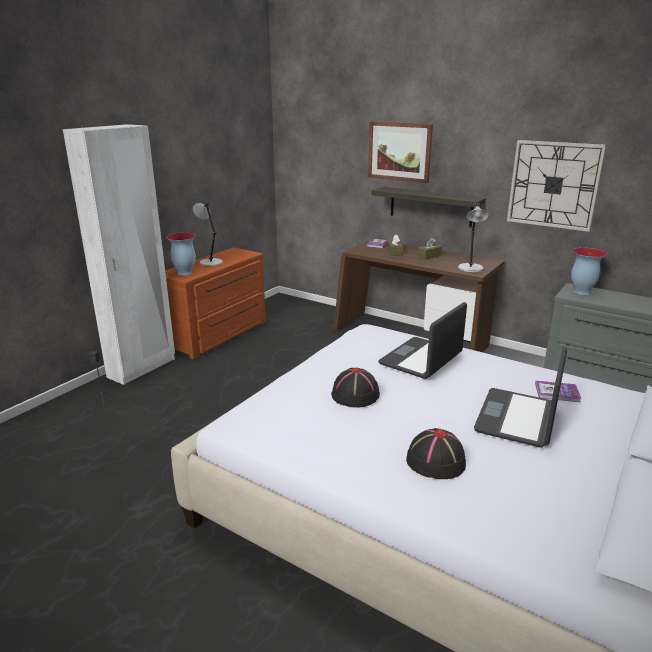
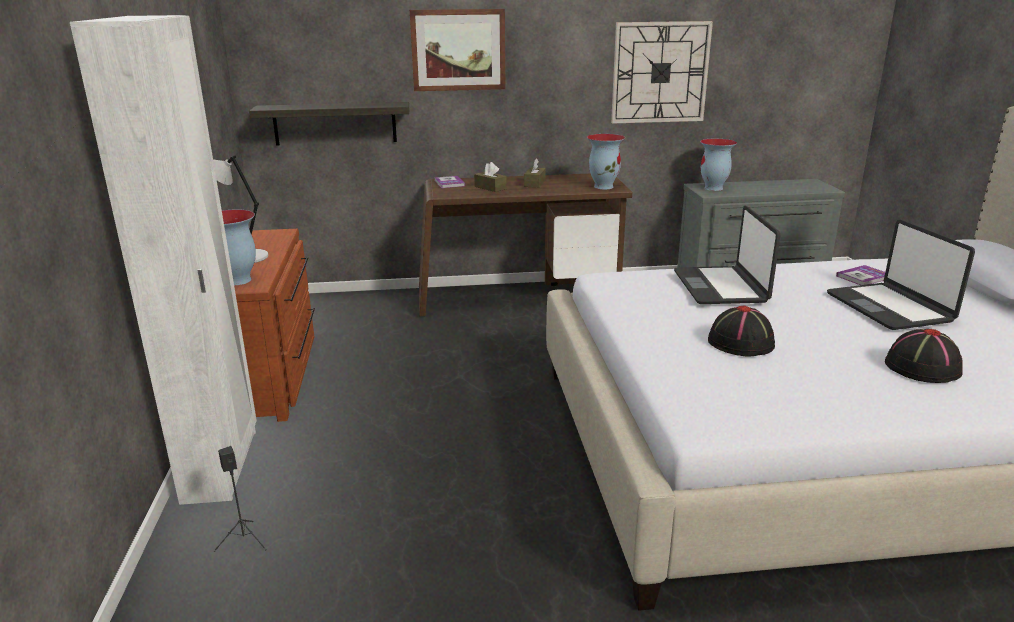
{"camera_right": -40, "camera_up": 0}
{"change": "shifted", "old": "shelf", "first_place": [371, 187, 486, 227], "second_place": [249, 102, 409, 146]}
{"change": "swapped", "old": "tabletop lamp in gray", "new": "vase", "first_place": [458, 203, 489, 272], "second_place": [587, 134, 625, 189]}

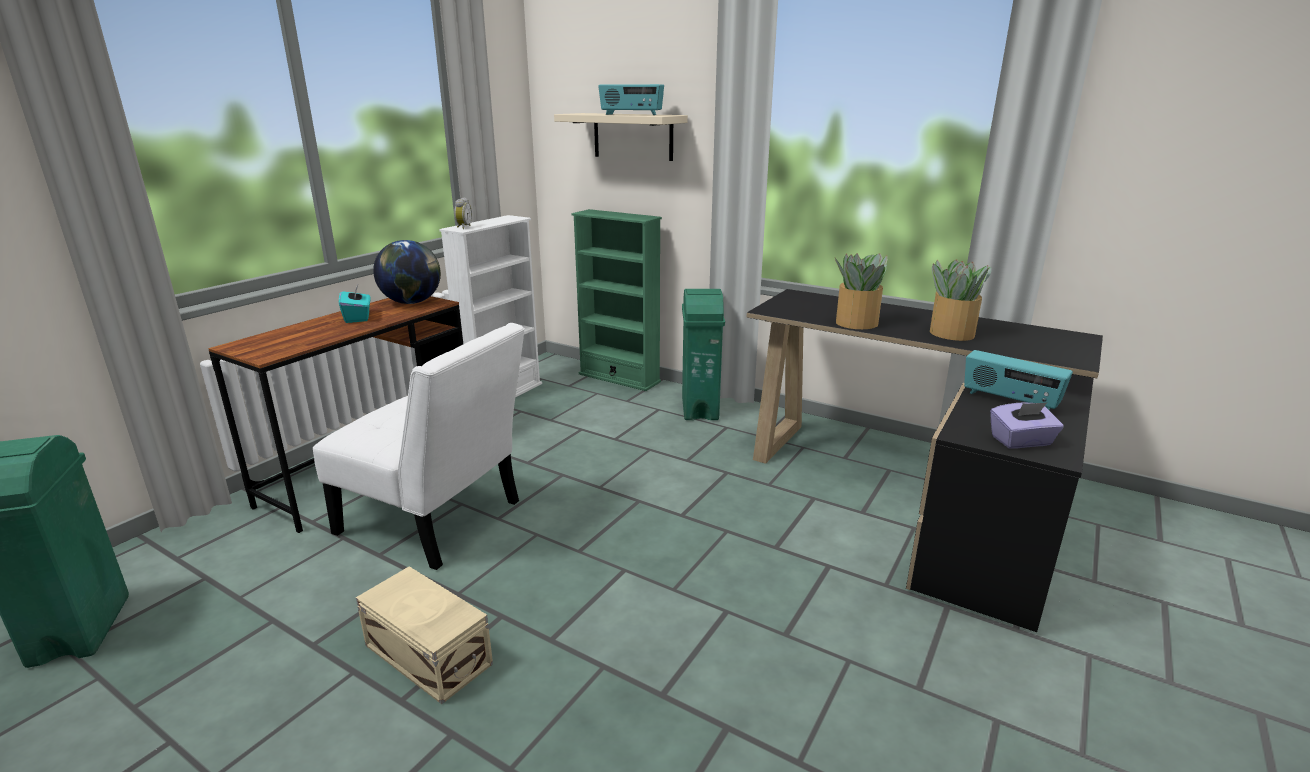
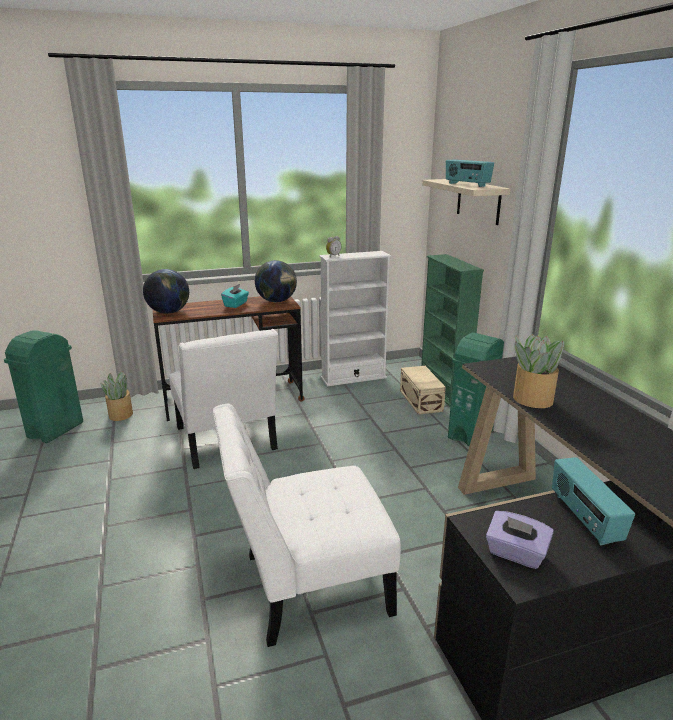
{"camera_right": 40, "camera_up": 0}
{"change": "shifted", "old": "potted plant", "first_place": [930, 259, 992, 341], "second_place": [100, 371, 133, 421]}
{"change": "new", "new": "desk globe", "second_place": [143, 269, 189, 314]}
{"change": "new", "new": "plain chair in whitish", "second_place": [213, 404, 401, 647]}
{"change": "shifted", "old": "storage container in sand-coloured", "first_place": [356, 566, 493, 704], "second_place": [400, 366, 446, 415]}

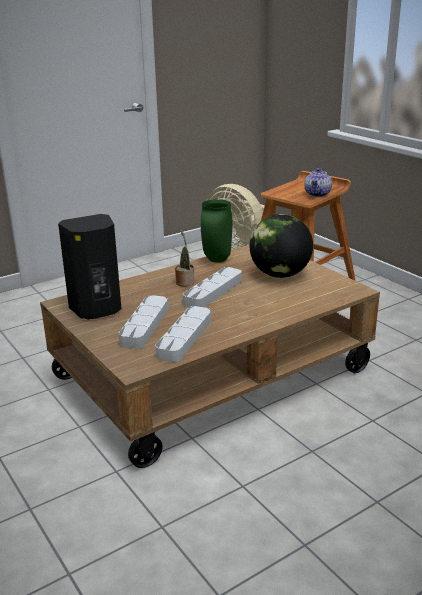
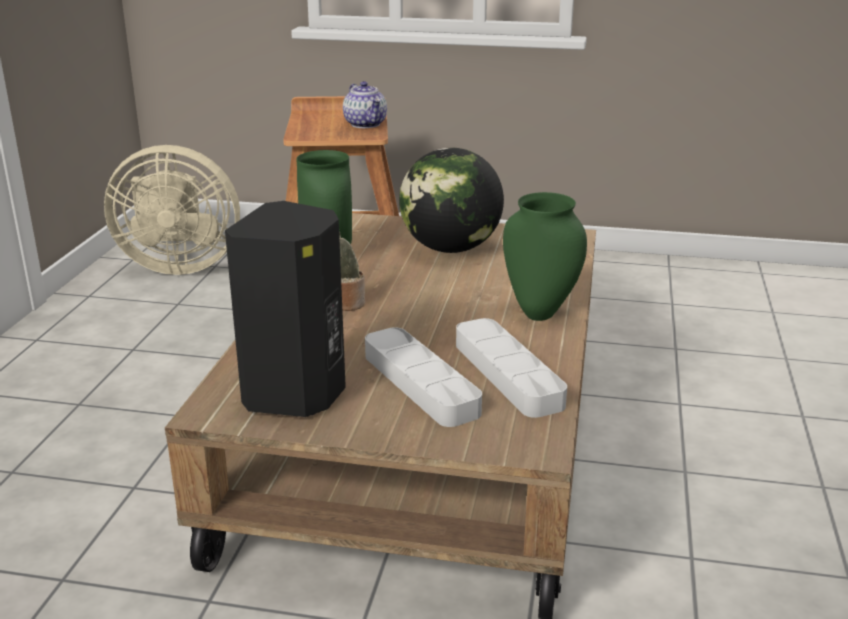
{"camera_right": -45, "camera_up": 0}
{"change": "new", "new": "vase in greenish", "second_place": [503, 192, 587, 321]}
{"change": "gone", "old": "carrying tray in gray", "first_place": [183, 267, 242, 307]}

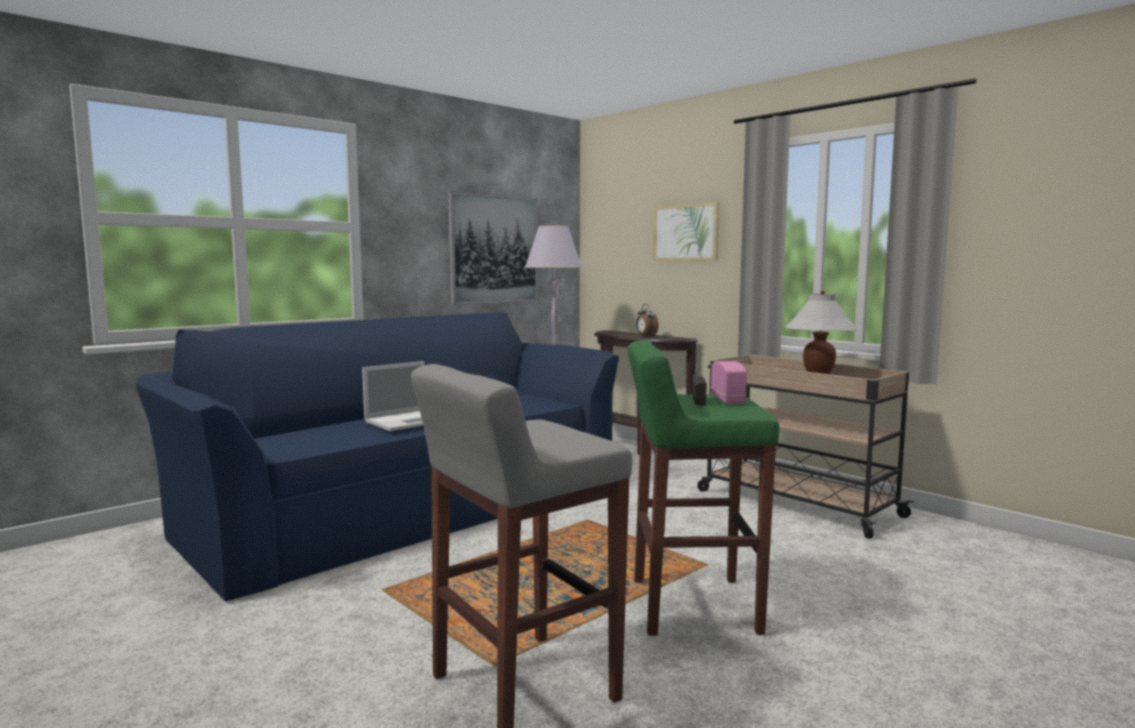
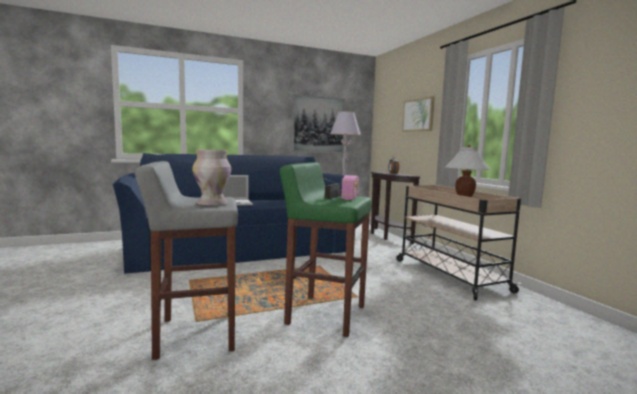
{"camera_right": 20, "camera_up": 0}
{"change": "new", "new": "vase", "second_place": [192, 149, 231, 206]}

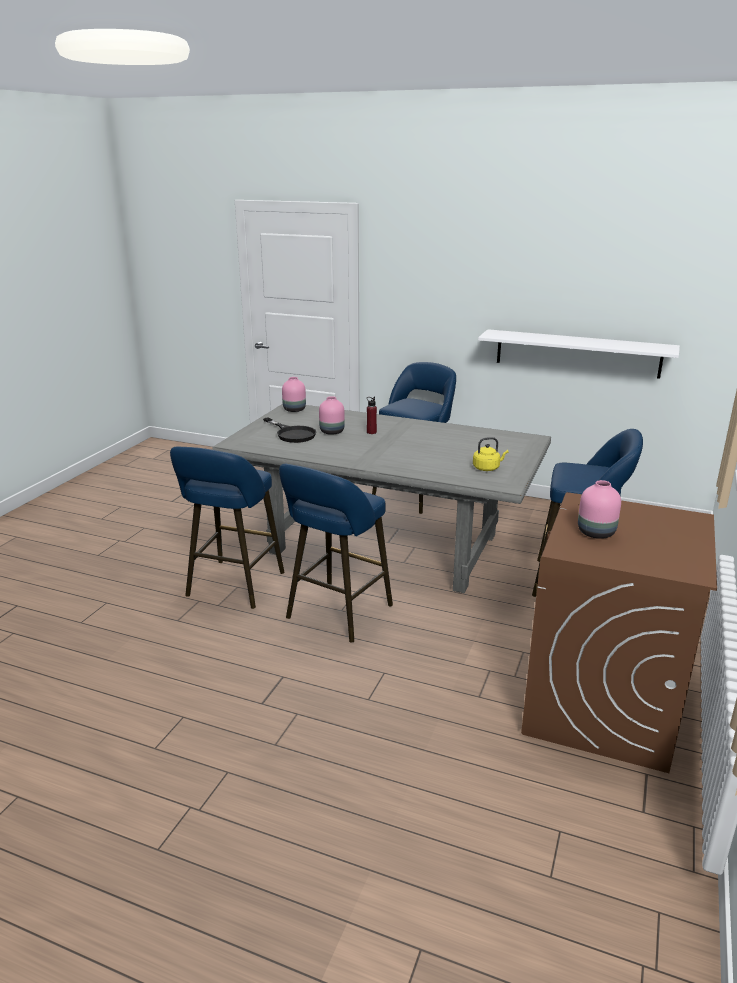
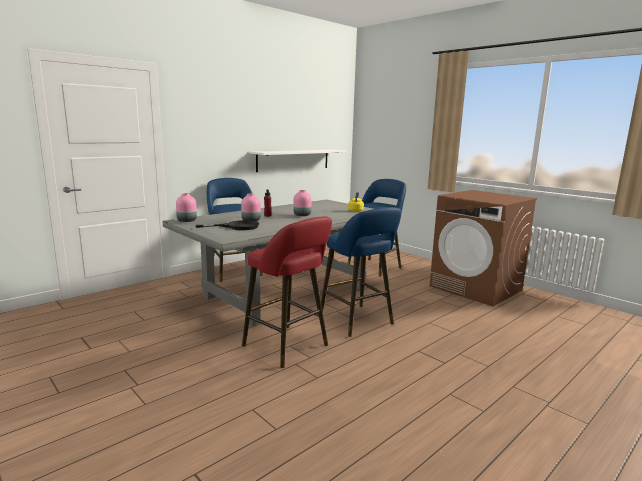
{"camera_right": -65, "camera_up": -10}
{"change": "repainted", "old": "stool seat in bluish", "new": "stool seat in red", "first_place": [170, 446, 285, 609], "second_place": [242, 216, 332, 368]}
{"change": "shifted", "old": "vase in pinkish", "first_place": [578, 480, 621, 539], "second_place": [293, 190, 312, 216]}

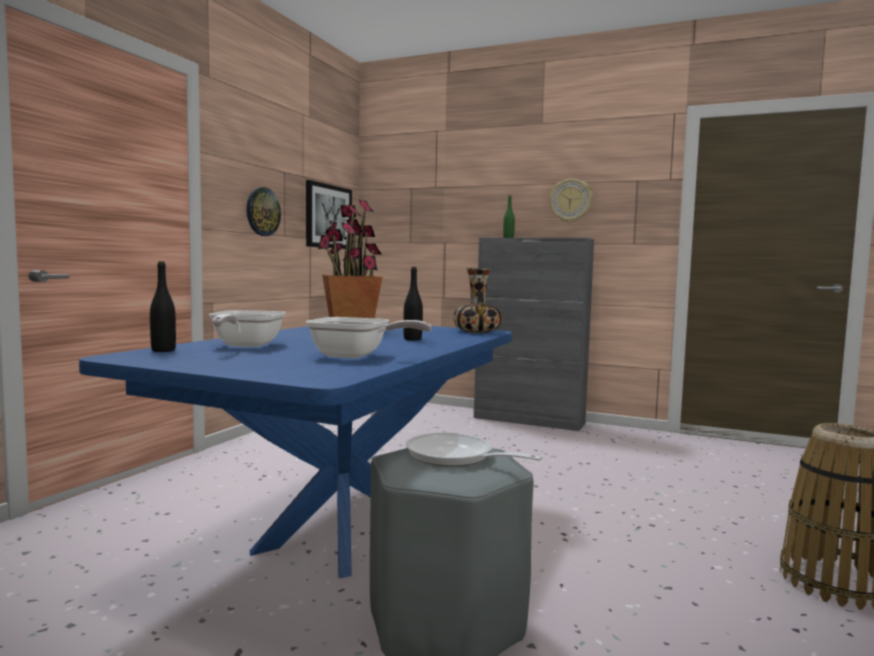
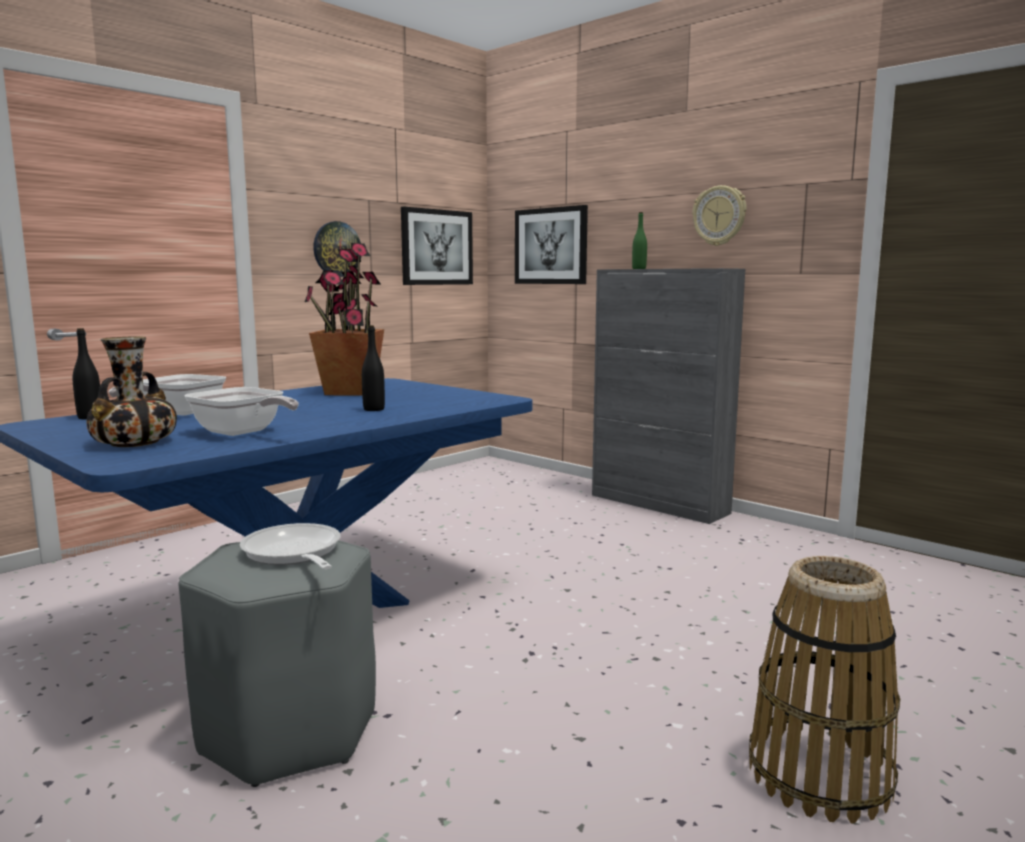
{"camera_right": 20, "camera_up": 5}
{"change": "shifted", "old": "vase", "first_place": [454, 268, 502, 333], "second_place": [87, 336, 177, 447]}
{"change": "new", "new": "picture", "second_place": [515, 205, 588, 284]}

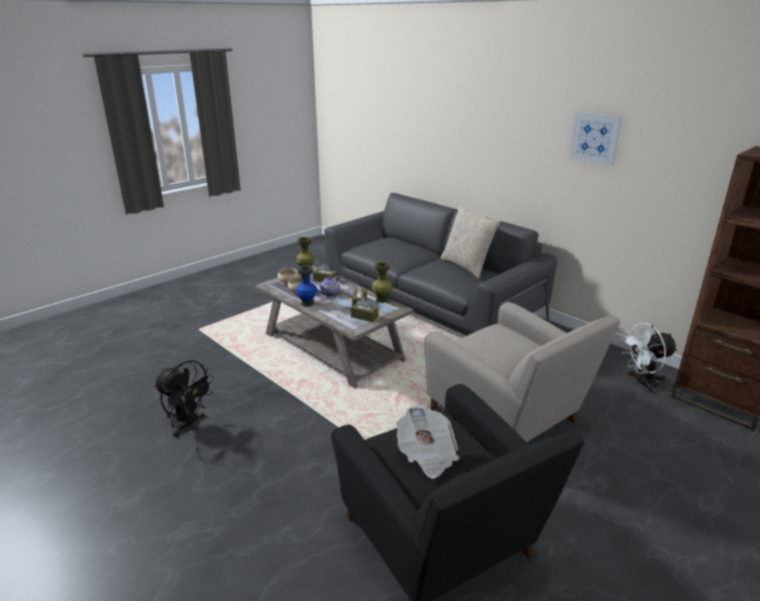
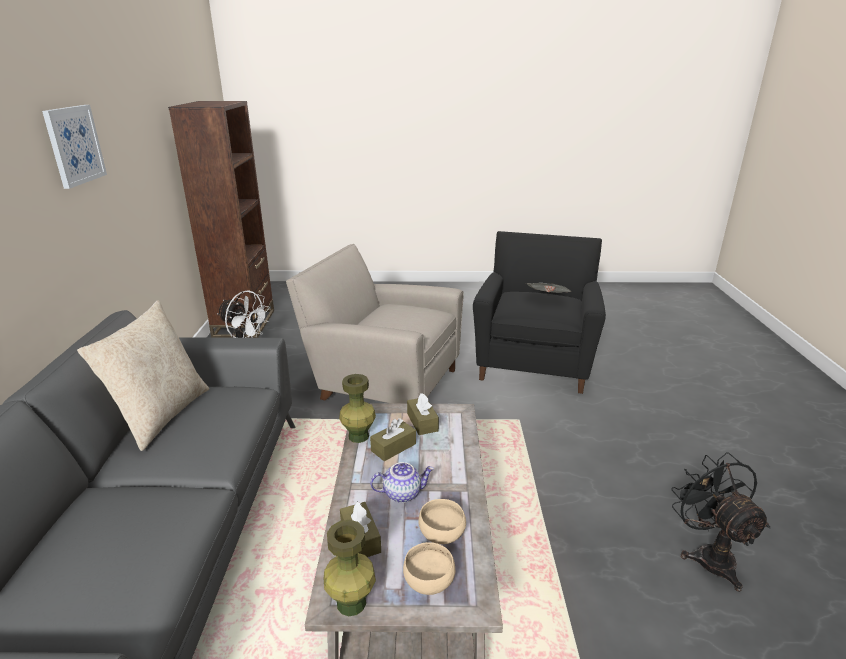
{"camera_right": -135, "camera_up": 0}
{"change": "rotated", "old": "easy chair in sand-coloured", "first_place": [424, 302, 620, 442], "second_place": [286, 244, 464, 404], "degrees": -75}
{"change": "gone", "old": "vase in bluish", "first_place": [296, 265, 317, 307]}

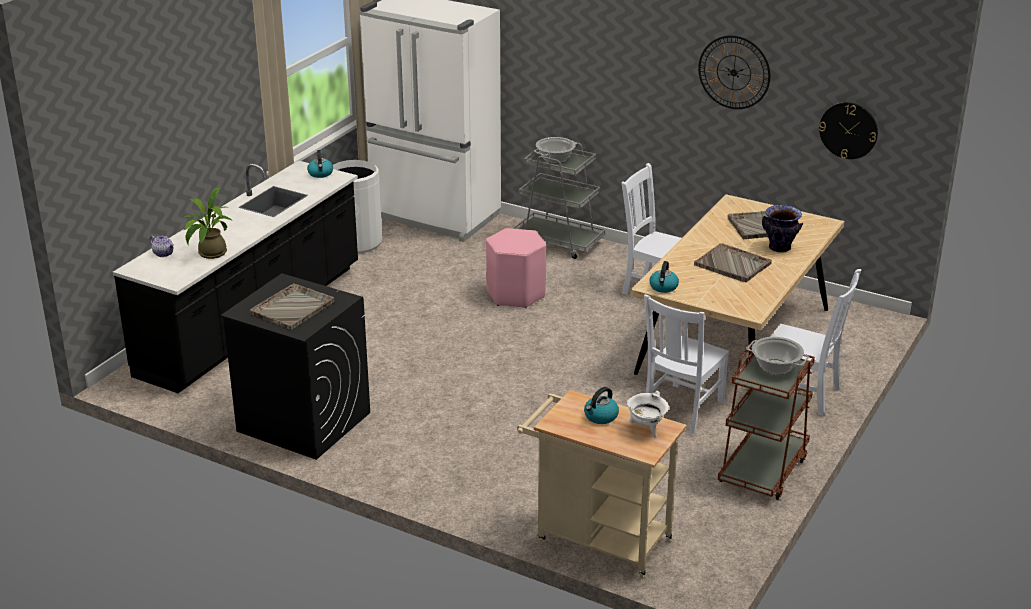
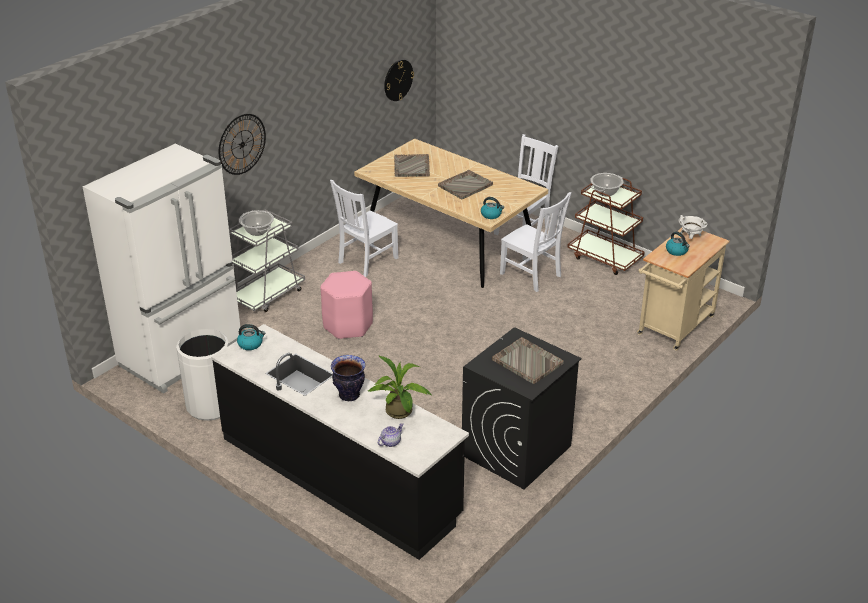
{"camera_right": -80, "camera_up": 5}
{"change": "shifted", "old": "wall clock", "first_place": [698, 35, 770, 109], "second_place": [219, 114, 266, 175]}
{"change": "shifted", "old": "vase", "first_place": [762, 205, 803, 253], "second_place": [331, 355, 365, 401]}

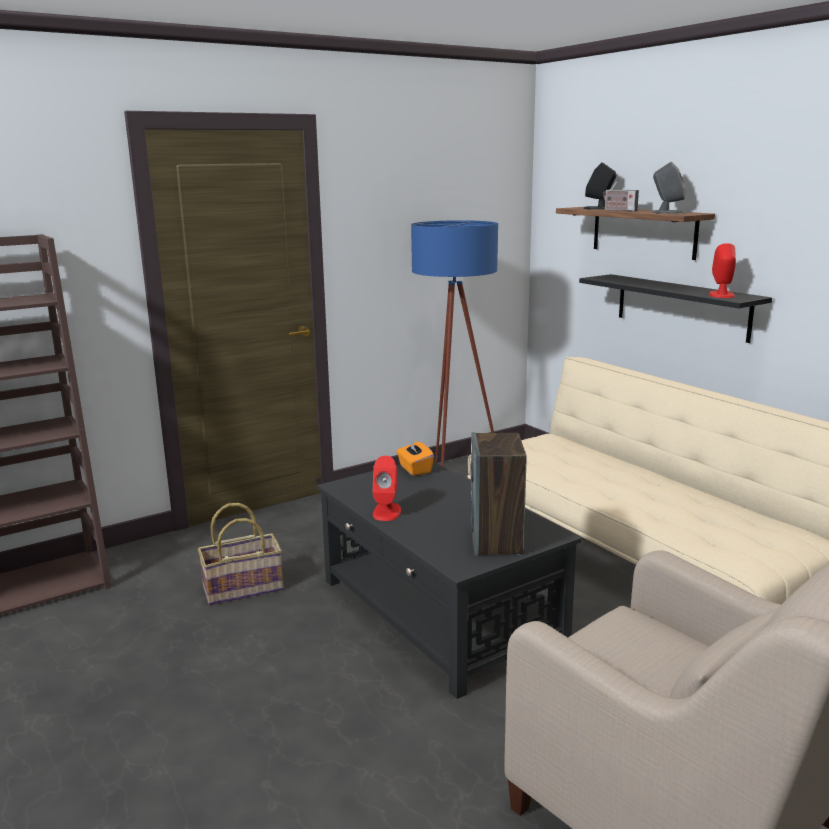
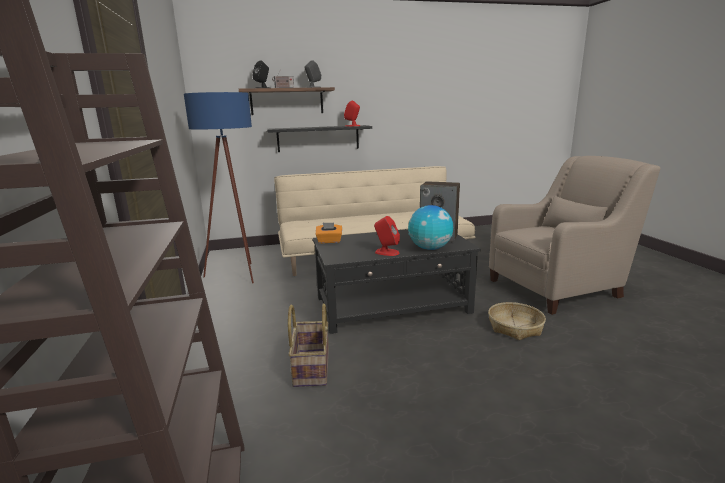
{"camera_right": -70, "camera_up": 0}
{"change": "new", "new": "desk globe", "second_place": [408, 205, 453, 250]}
{"change": "new", "new": "basket", "second_place": [488, 302, 546, 340]}

